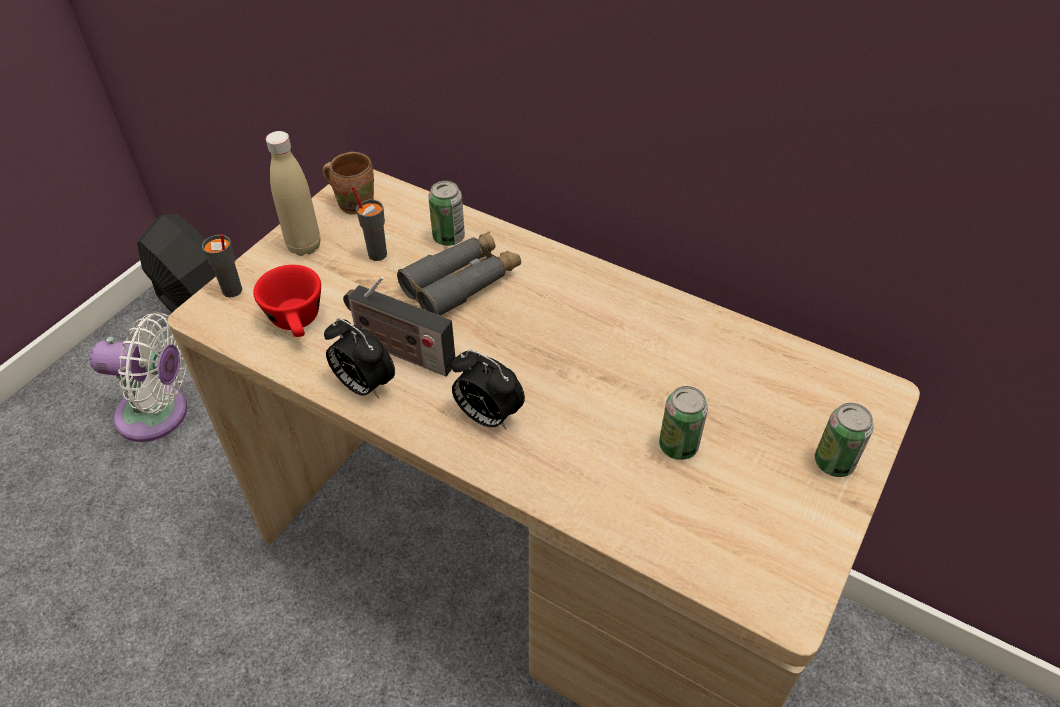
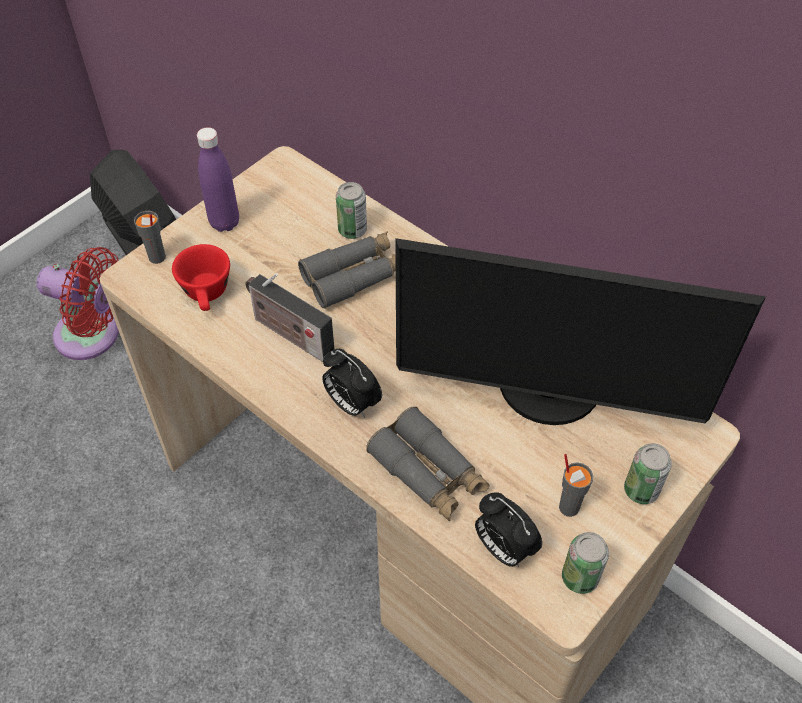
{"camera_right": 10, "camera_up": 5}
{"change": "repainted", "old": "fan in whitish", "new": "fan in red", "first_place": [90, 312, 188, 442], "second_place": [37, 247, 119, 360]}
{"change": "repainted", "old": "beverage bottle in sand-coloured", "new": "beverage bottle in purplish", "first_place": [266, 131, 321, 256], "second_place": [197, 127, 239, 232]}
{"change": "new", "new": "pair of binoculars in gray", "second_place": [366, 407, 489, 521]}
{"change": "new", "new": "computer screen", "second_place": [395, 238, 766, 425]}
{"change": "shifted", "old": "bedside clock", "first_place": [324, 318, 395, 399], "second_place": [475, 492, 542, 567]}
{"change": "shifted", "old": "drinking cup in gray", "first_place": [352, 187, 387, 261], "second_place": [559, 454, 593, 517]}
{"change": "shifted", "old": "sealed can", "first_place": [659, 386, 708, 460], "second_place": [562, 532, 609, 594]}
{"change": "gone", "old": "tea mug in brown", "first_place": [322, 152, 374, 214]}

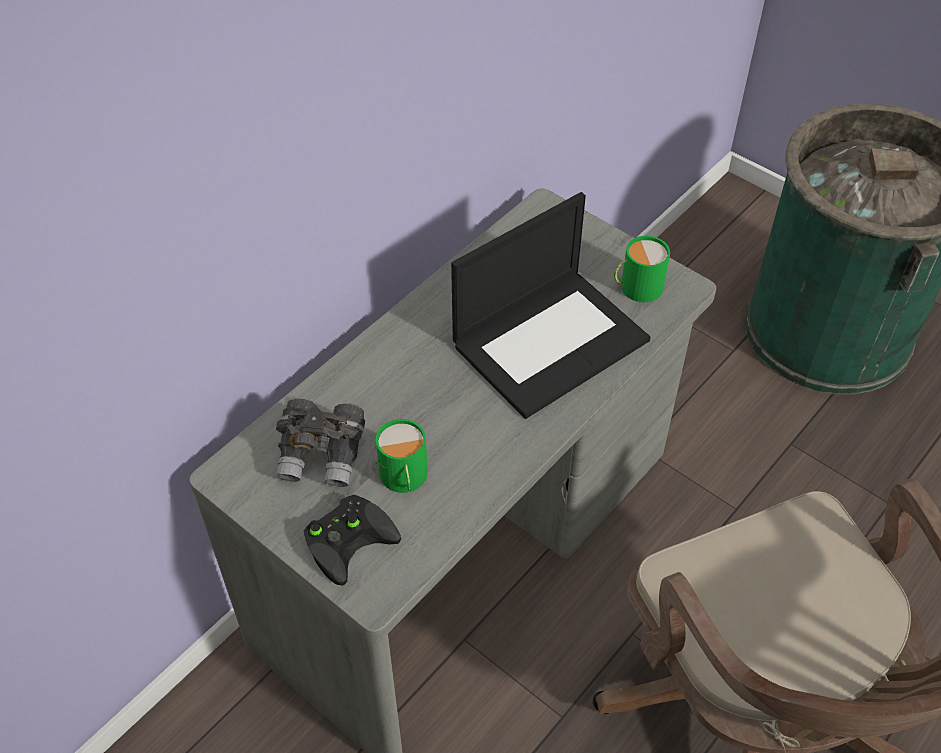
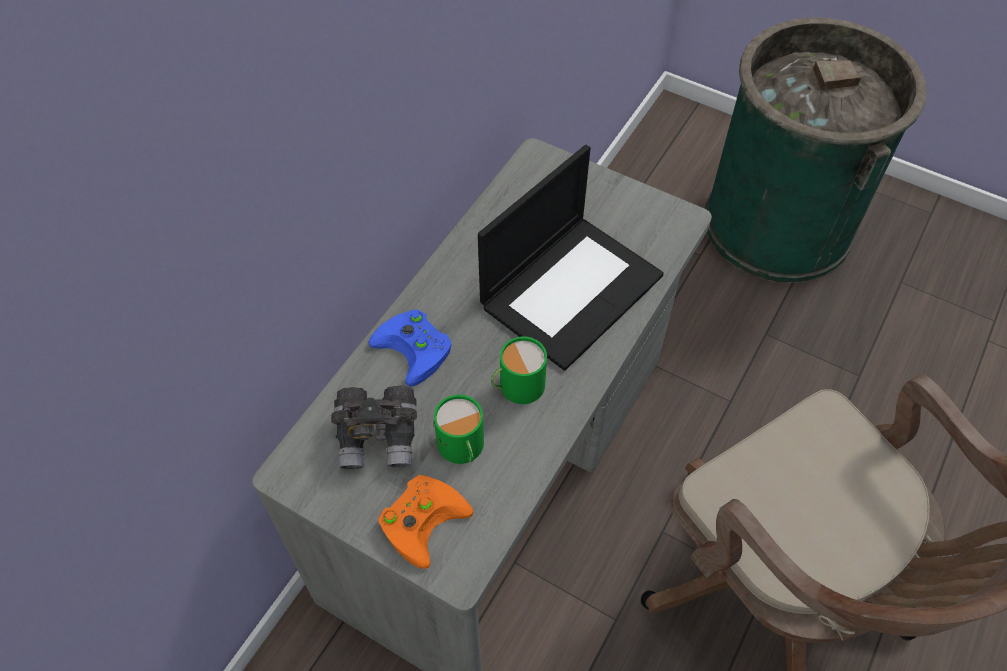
{"camera_right": -10, "camera_up": 5}
{"change": "new", "new": "game controller in bluish", "second_place": [368, 309, 452, 386]}
{"change": "repainted", "old": "game controller in black-coloured", "new": "game controller in orangey", "first_place": [304, 495, 401, 586], "second_place": [378, 475, 474, 569]}
{"change": "shifted", "old": "tea mug in greenish", "first_place": [614, 236, 670, 302], "second_place": [491, 336, 547, 404]}

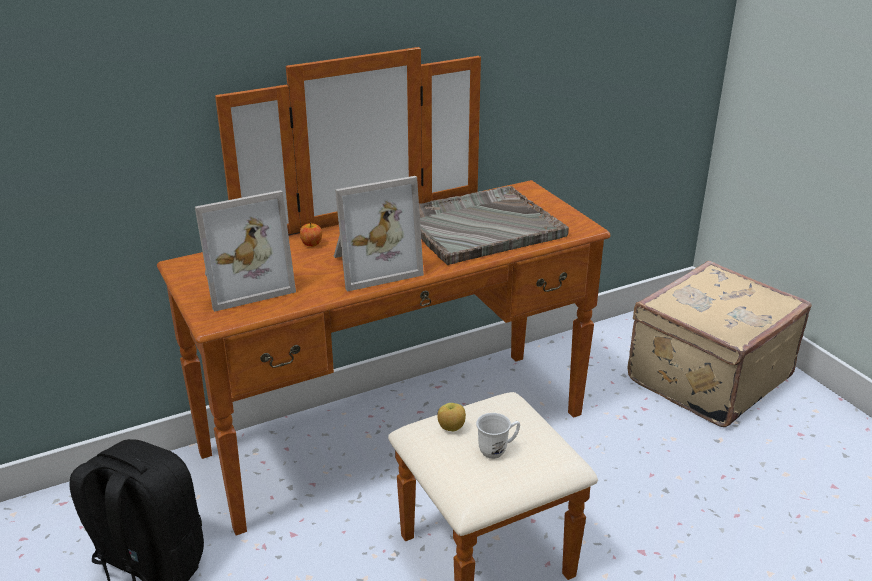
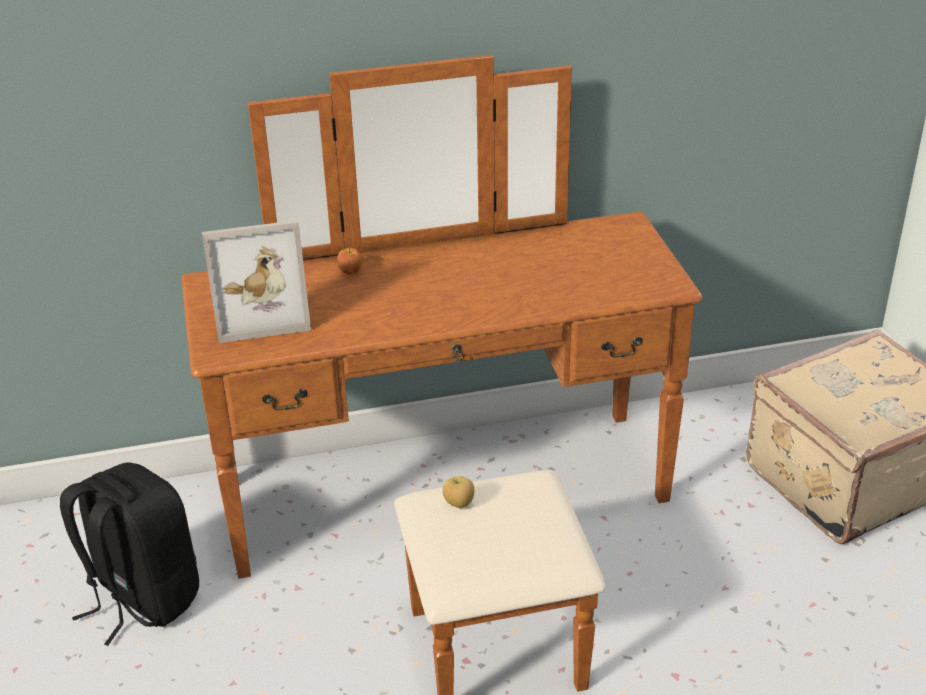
{"camera_right": 15, "camera_up": 5}
{"change": "gone", "old": "standing frame", "first_place": [334, 176, 424, 292]}
{"change": "gone", "old": "carrying tray in gray", "first_place": [419, 186, 569, 265]}
{"change": "gone", "old": "tea mug in whitish", "first_place": [476, 413, 520, 459]}

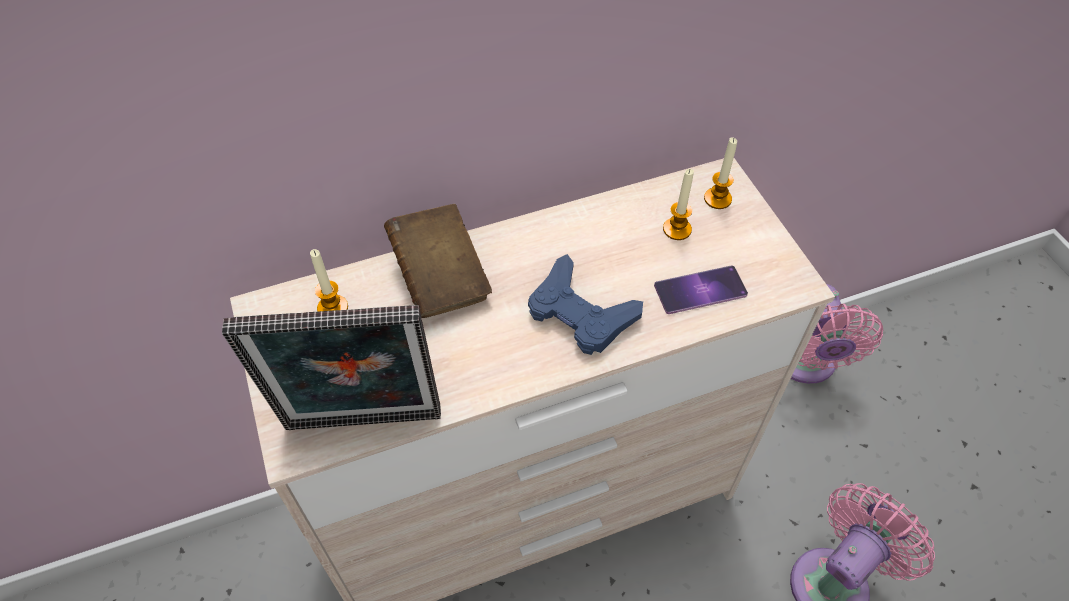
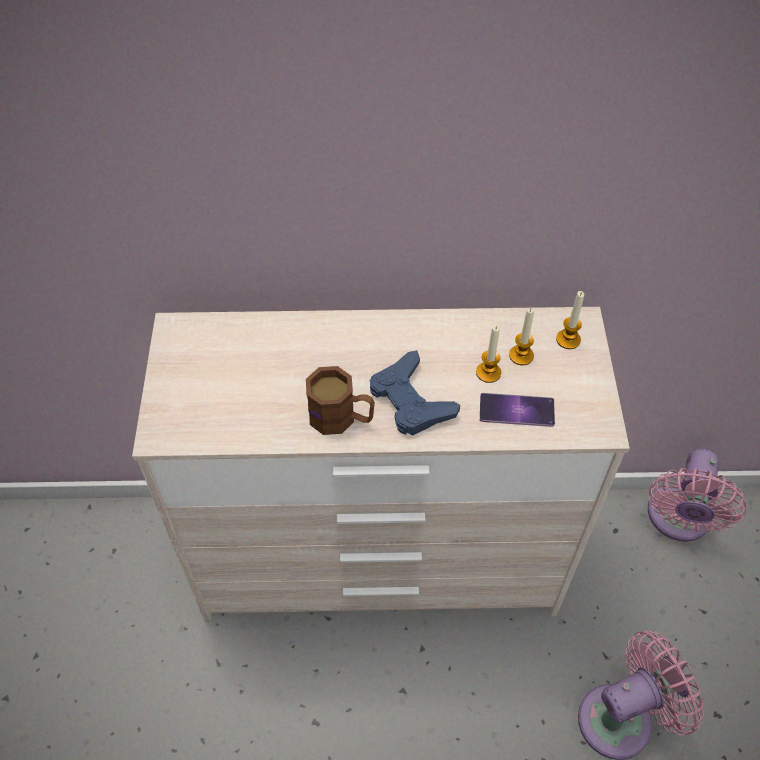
{"camera_right": 20, "camera_up": 0}
{"change": "new", "new": "tea mug in brown", "second_place": [306, 366, 375, 435]}
{"change": "shifted", "old": "wax light", "first_place": [310, 249, 348, 312], "second_place": [476, 325, 501, 383]}
{"change": "gone", "old": "standing frame", "first_place": [222, 305, 441, 430]}
{"change": "gone", "old": "book in brown", "first_place": [384, 204, 492, 318]}

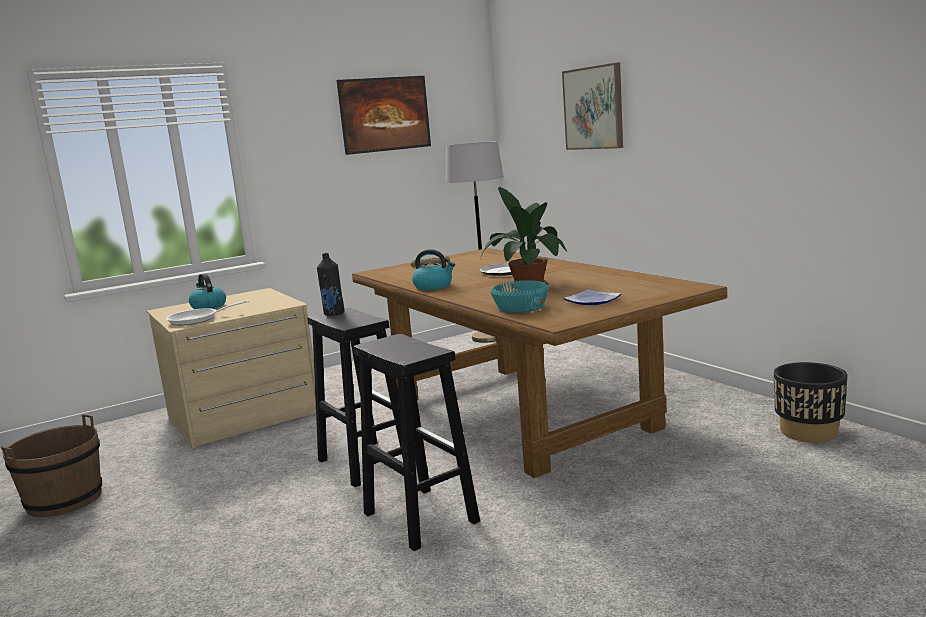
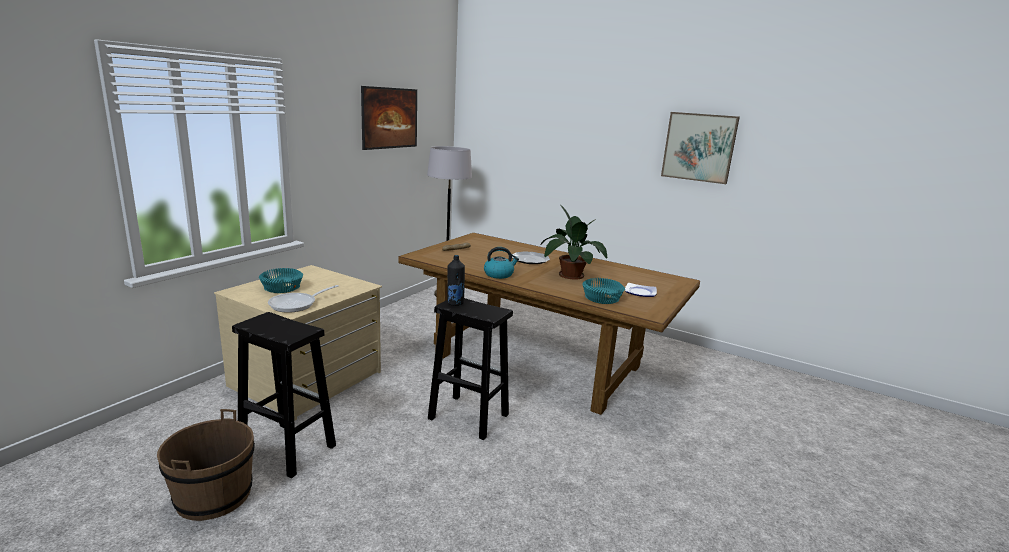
{"camera_right": -30, "camera_up": 5}
{"change": "shifted", "old": "stool seat in black-coloured", "first_place": [353, 334, 480, 551], "second_place": [232, 312, 336, 478]}
{"change": "swapped", "old": "kettle", "new": "bowl in blue-green", "first_place": [189, 273, 226, 309], "second_place": [259, 268, 303, 293]}
{"change": "shifted", "old": "picture", "first_place": [562, 62, 623, 150], "second_place": [661, 112, 740, 184]}
{"change": "gone", "old": "planter in black-coloured", "first_place": [774, 362, 847, 442]}

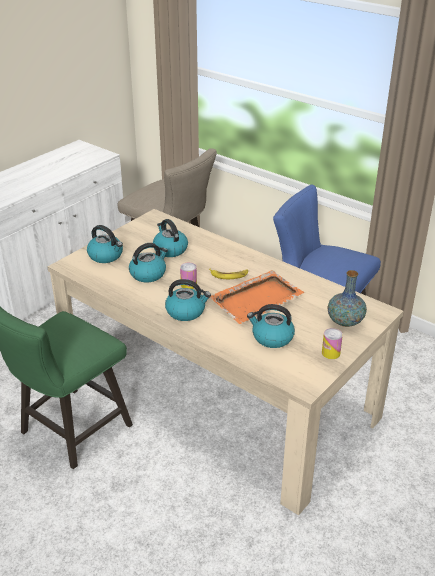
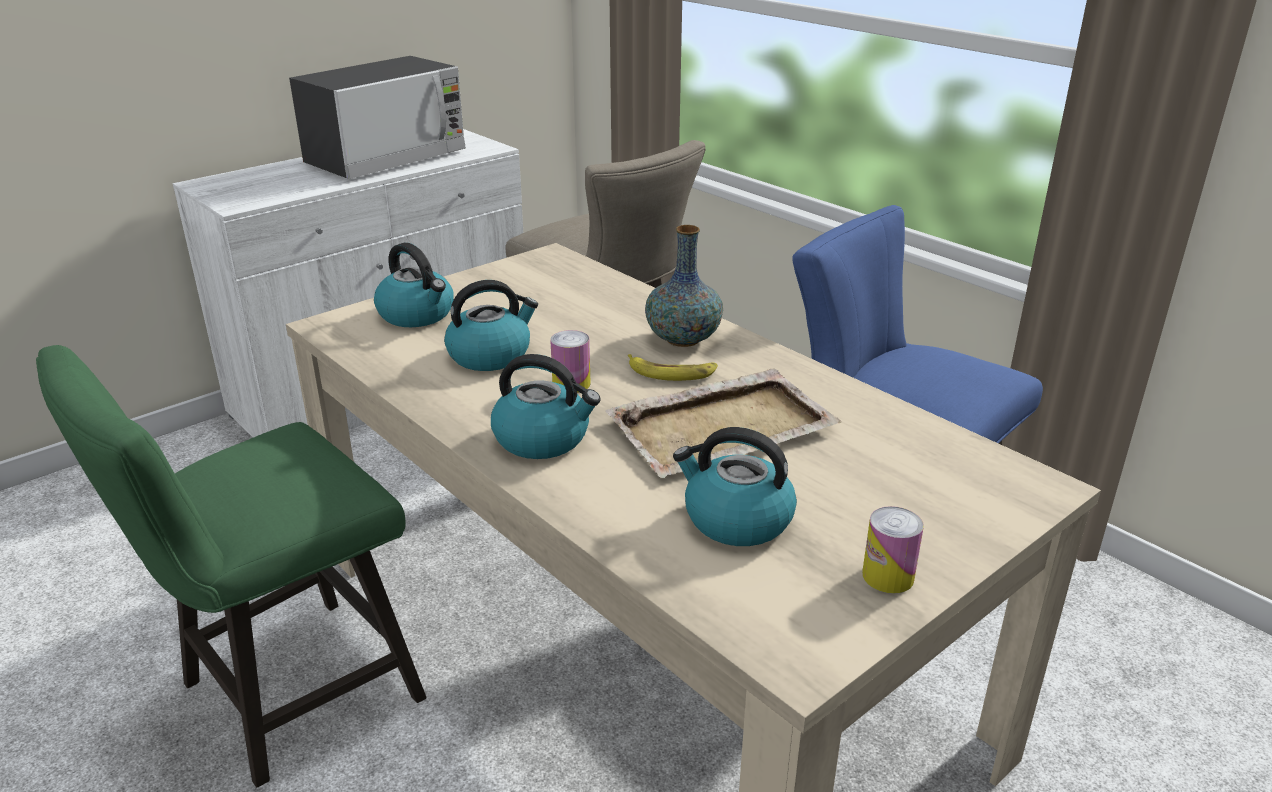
{"camera_right": 10, "camera_up": -5}
{"change": "new", "new": "kitchen microwave", "second_place": [289, 56, 466, 179]}
{"change": "repainted", "old": "carrying tray in orangey", "new": "carrying tray in sand-coloured", "first_place": [210, 270, 304, 324], "second_place": [605, 368, 841, 478]}
{"change": "shifted", "old": "vase", "first_place": [327, 270, 367, 327], "second_place": [645, 225, 723, 347]}
{"change": "gone", "old": "kettle", "first_place": [153, 219, 188, 257]}

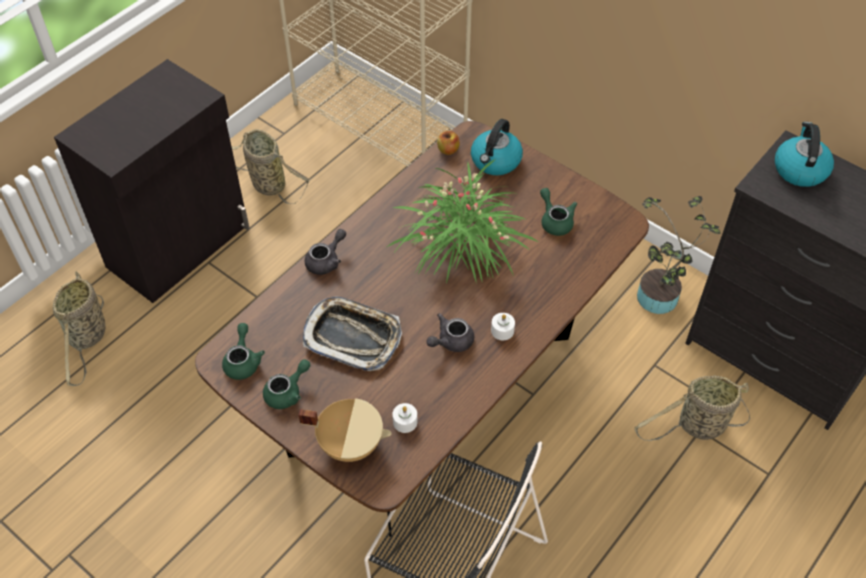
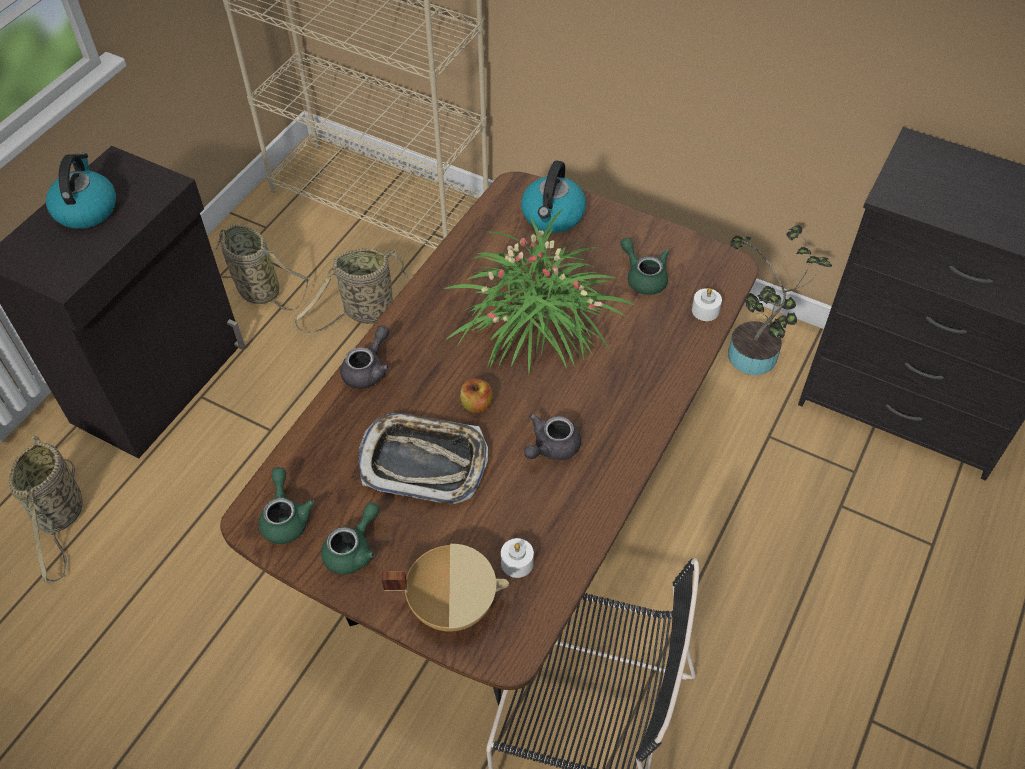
{"camera_right": -10, "camera_up": 0}
{"change": "shifted", "old": "kettle", "first_place": [775, 122, 834, 187], "second_place": [46, 153, 116, 229]}
{"change": "shifted", "old": "basket", "first_place": [634, 376, 750, 441], "second_place": [293, 248, 411, 333]}
{"change": "shifted", "old": "whole apple", "first_place": [437, 131, 460, 155], "second_place": [460, 378, 493, 413]}
{"change": "shifted", "old": "wax light in whitish", "first_place": [491, 313, 515, 340], "second_place": [692, 288, 722, 321]}

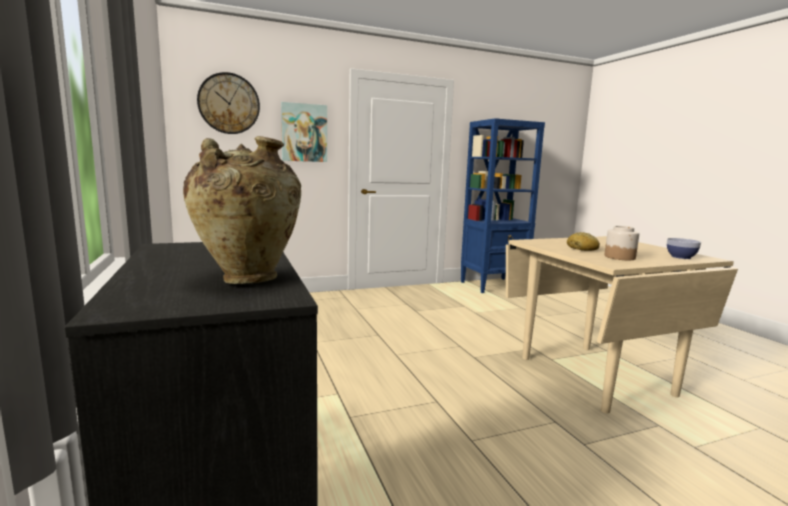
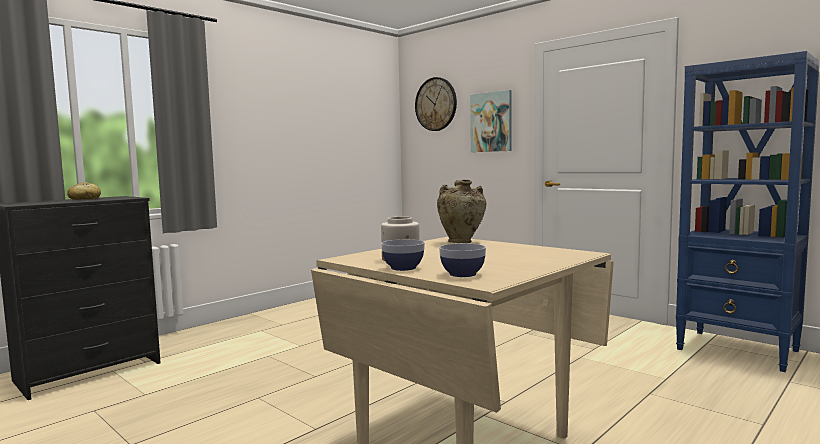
{"camera_right": 65, "camera_up": -5}
{"change": "shifted", "old": "baked bread", "first_place": [567, 232, 600, 251], "second_place": [67, 182, 101, 200]}
{"change": "new", "new": "bowl", "second_place": [381, 239, 425, 271]}
{"change": "shifted", "old": "vase in sand-coloured", "first_place": [183, 136, 302, 284], "second_place": [437, 180, 486, 243]}

